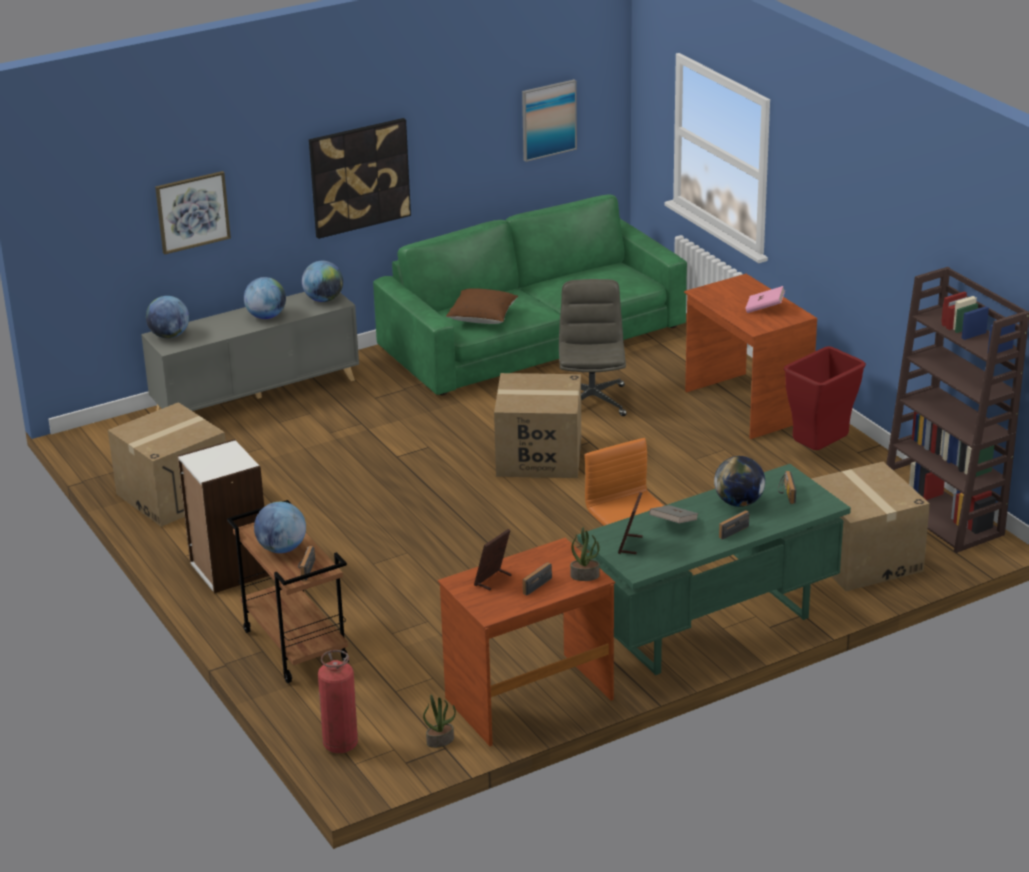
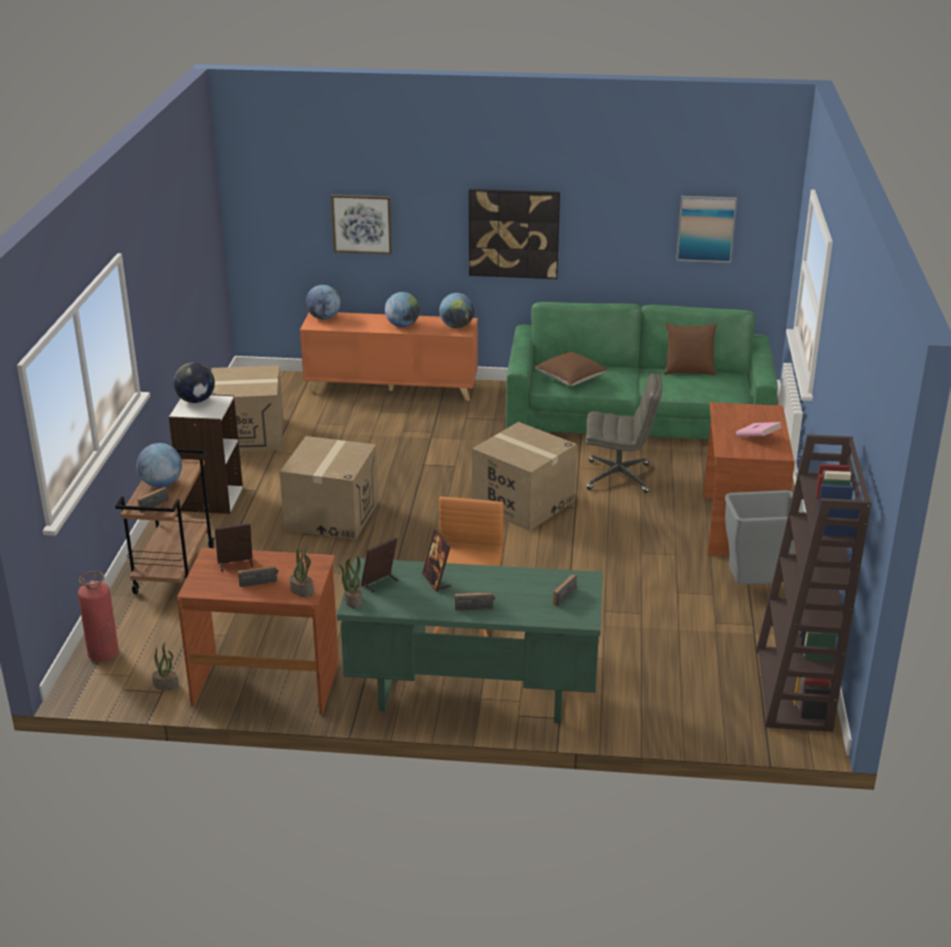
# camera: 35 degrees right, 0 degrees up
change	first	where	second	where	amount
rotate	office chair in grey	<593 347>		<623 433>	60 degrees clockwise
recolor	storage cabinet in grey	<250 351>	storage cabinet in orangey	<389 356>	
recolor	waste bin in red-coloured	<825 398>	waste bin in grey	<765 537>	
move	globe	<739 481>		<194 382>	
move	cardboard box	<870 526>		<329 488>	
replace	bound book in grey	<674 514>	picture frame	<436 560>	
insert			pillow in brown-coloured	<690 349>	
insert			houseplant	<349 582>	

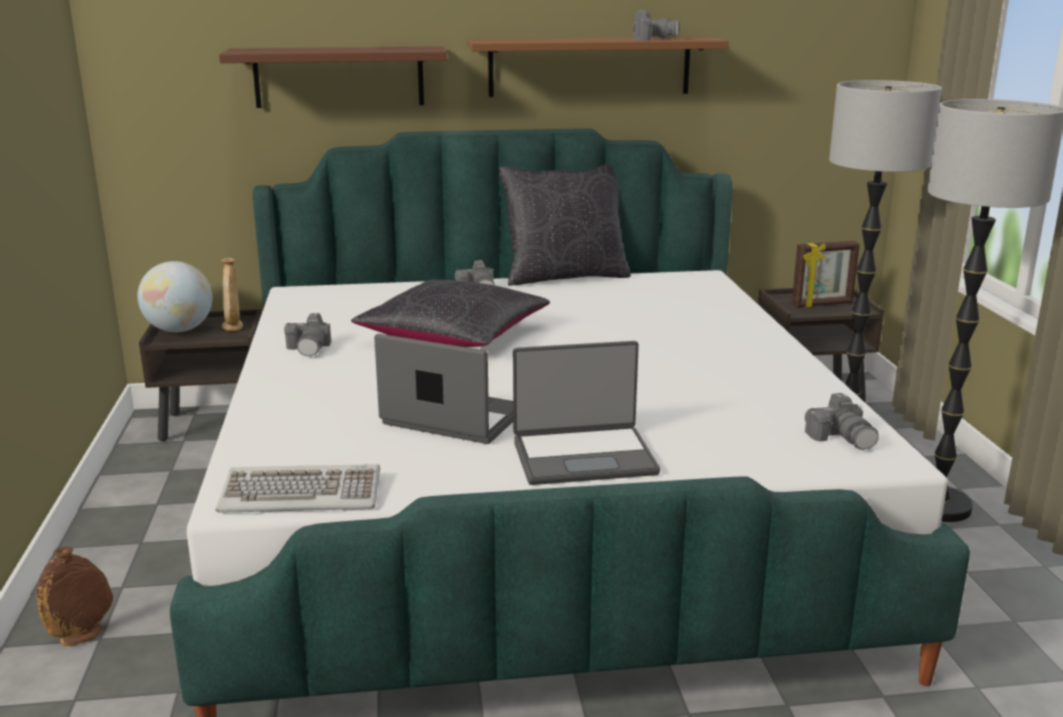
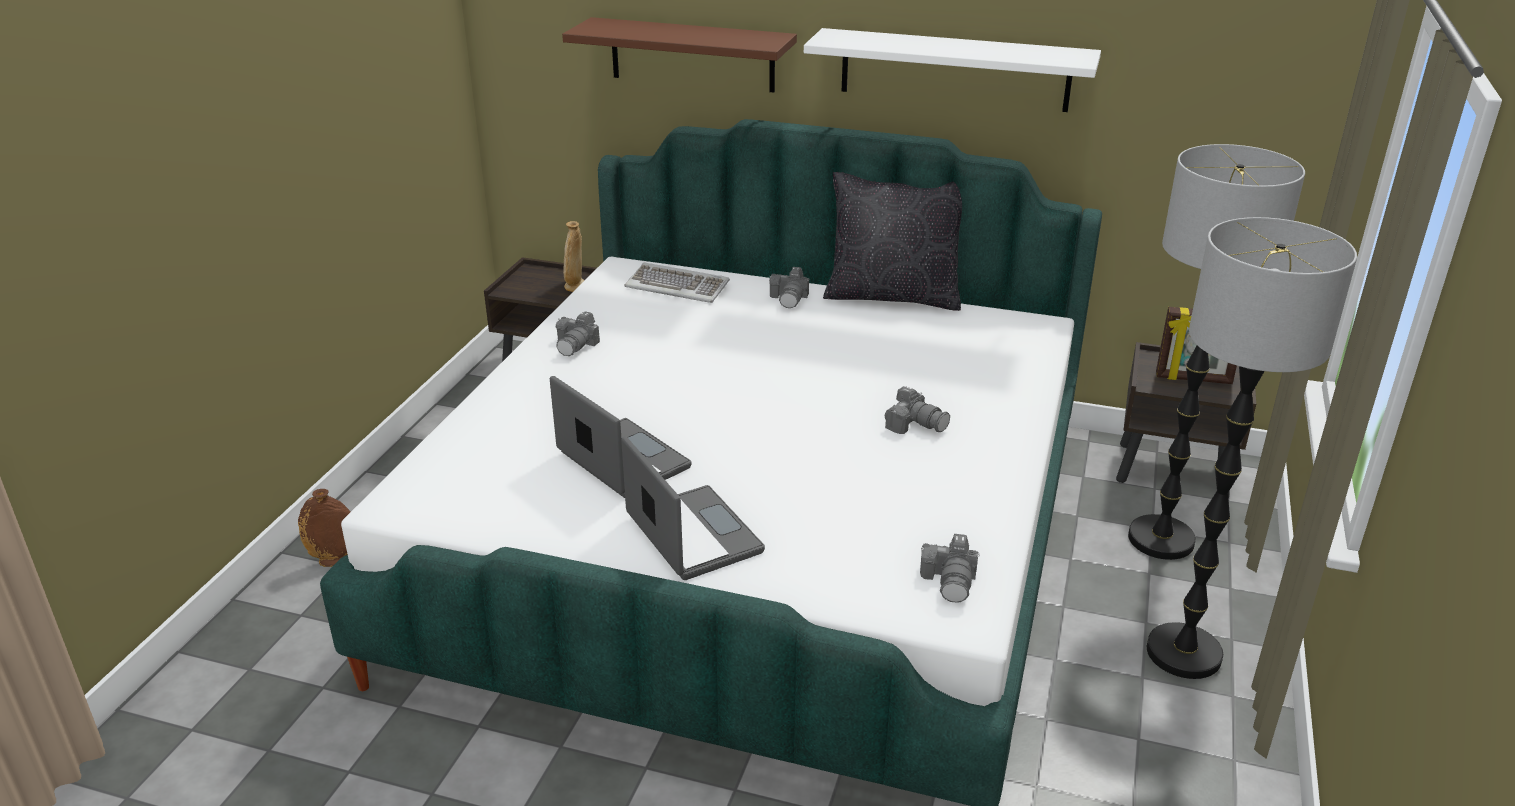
# camera: 25 degrees right, 10 degrees up
change	first	where	second	where	amount
move	still camera	<655 25>		<917 410>	
recolor	wall shelf in brown-coloured	<598 67>	wall shelf in white	<952 70>	
delete	globe	<174 296>			
delete	pillow in black	<450 313>			
rotate	notebook computer	<586 413>		<693 508>	135 degrees counterclockwise
move	PC keyboard	<298 488>		<677 282>	

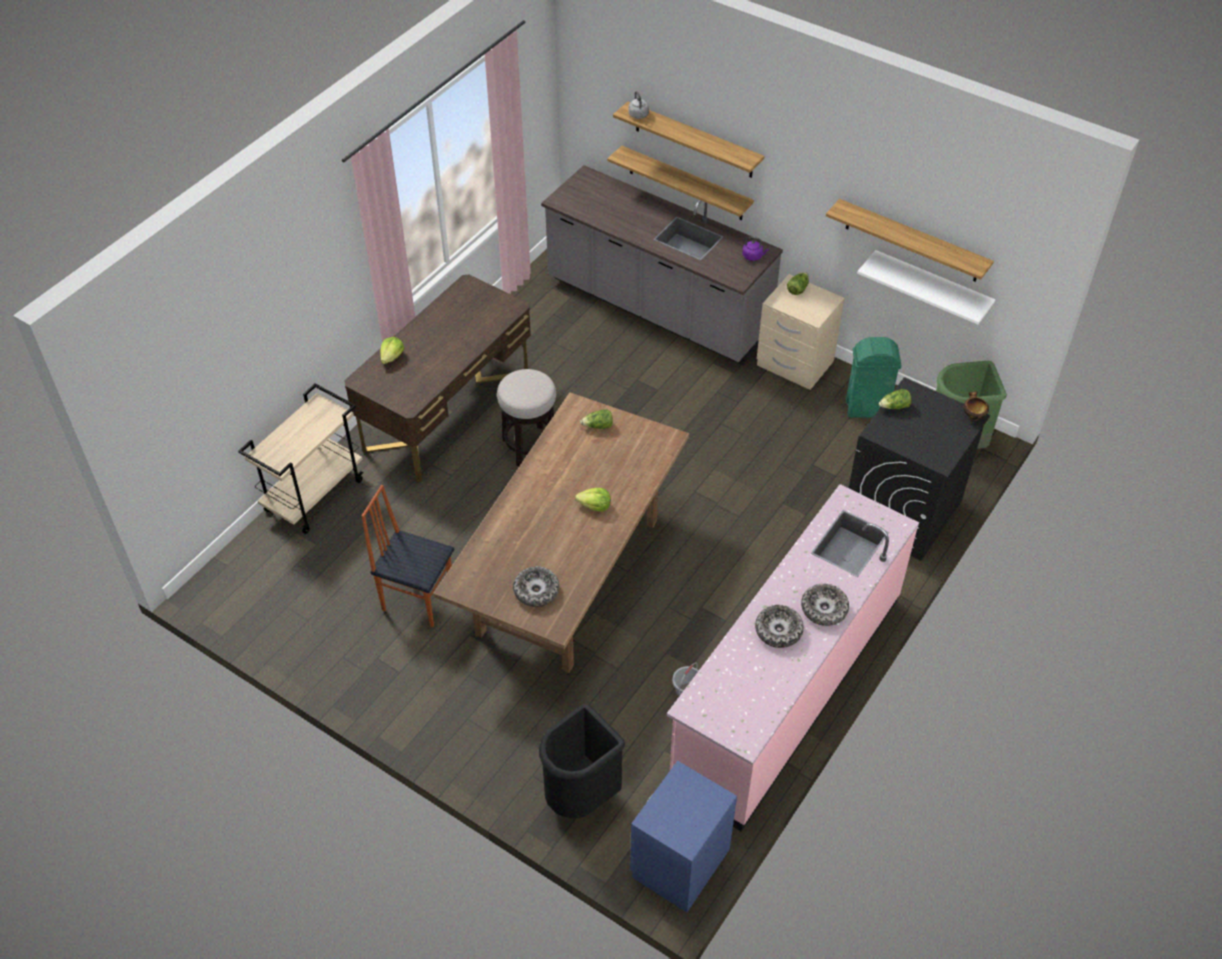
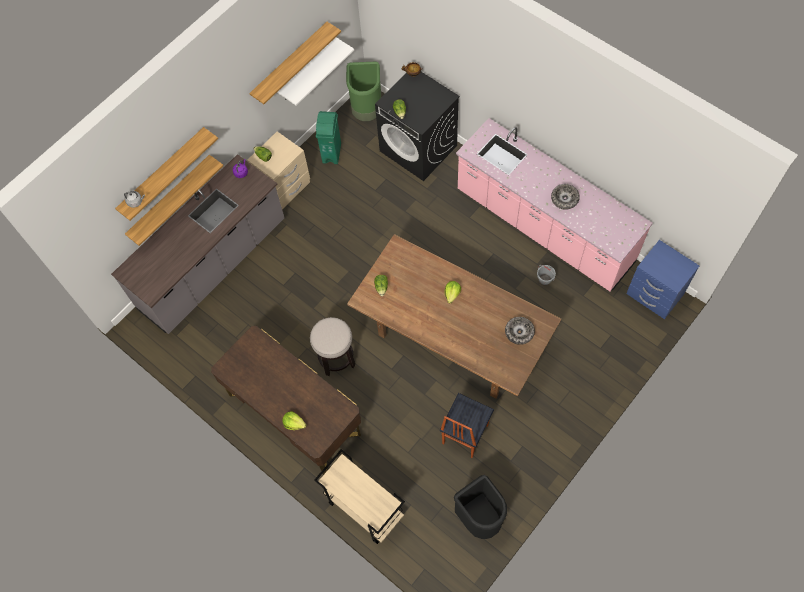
# camera: 80 degrees left, 15 degrees up
change	first	where	second	where	amount
delete	bowl	<825 605>			
move	waste bin in black	<582 761>		<480 507>	

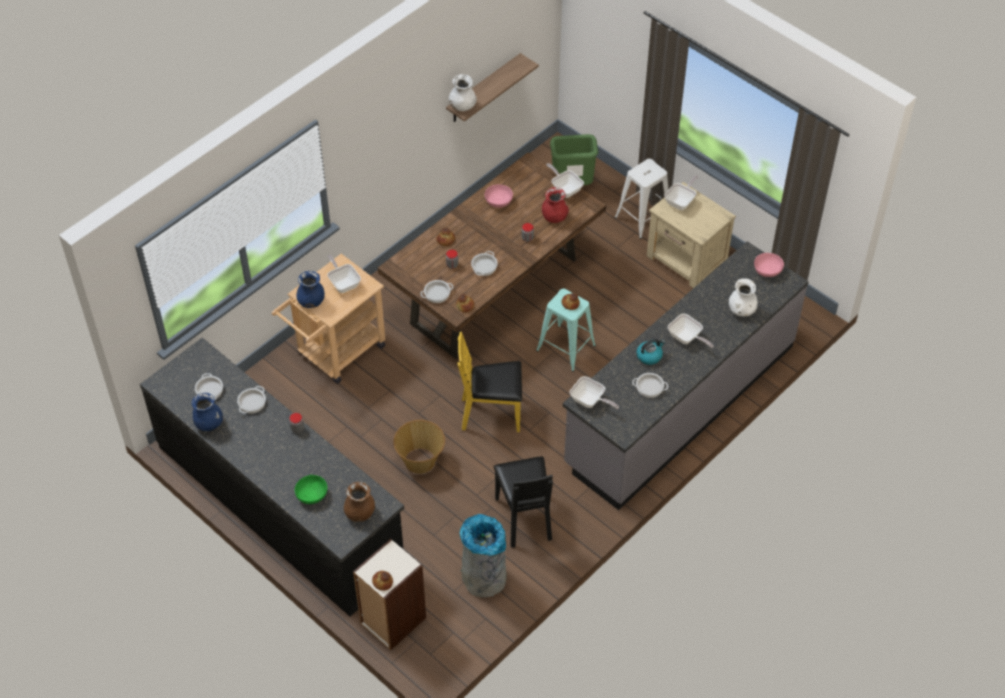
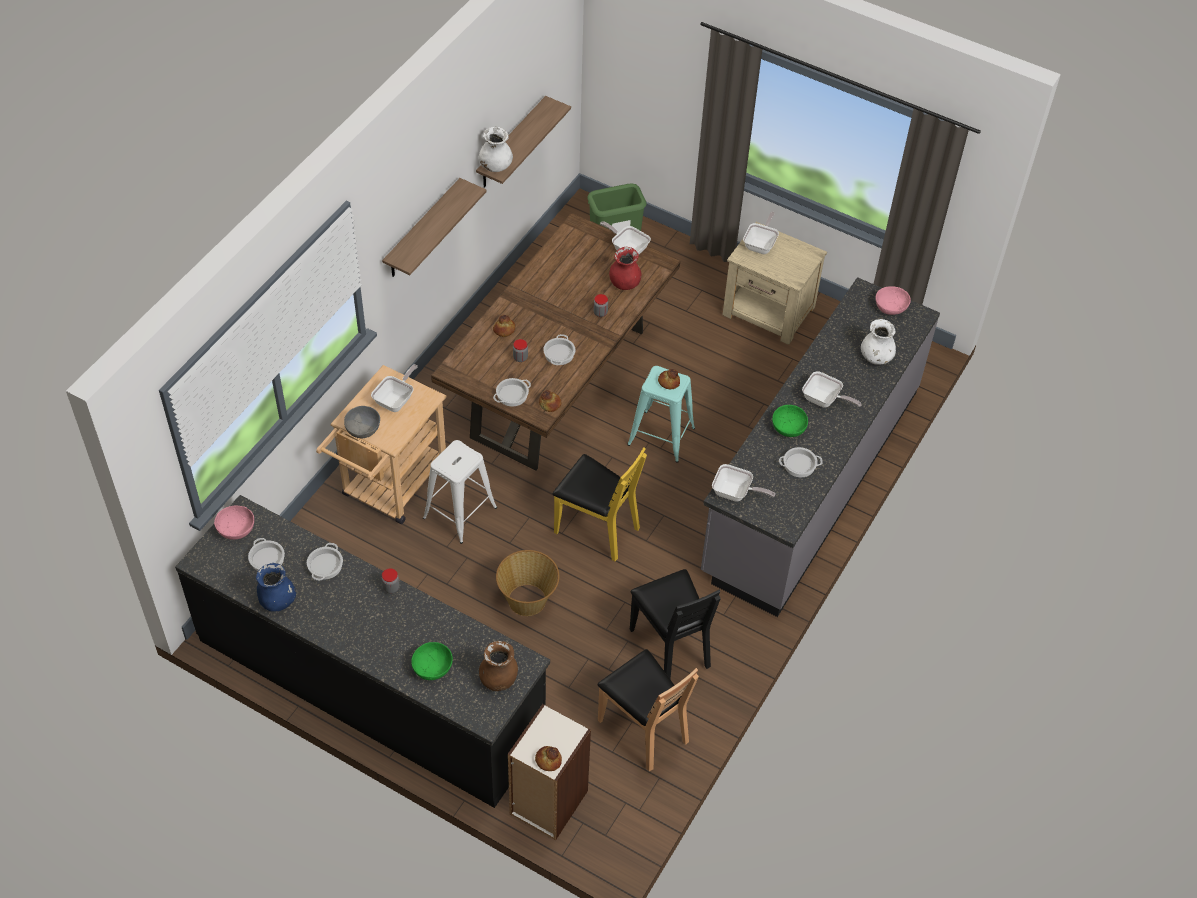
# camera: 15 degrees left, 0 degrees up
change	first	where	second	where	amount
move	stool seat in white	<641 199>		<460 492>	
move	bowl in pink-coloured	<499 196>		<234 523>	
rotate	pan	<344 273>		<394 388>	75 degrees clockwise
replace	flower vase in blue-coloured	<310 289>	bowl in grey	<362 422>	
rotate	plain chair in yellowish	<489 382>		<599 504>	135 degrees counterclockwise
replace	tea kettle	<650 352>	bowl in green	<790 421>	
replace	waste bin in grey	<483 555>	plain chair in brown-coloured	<648 710>	
insert			wall shelf	<434 227>	

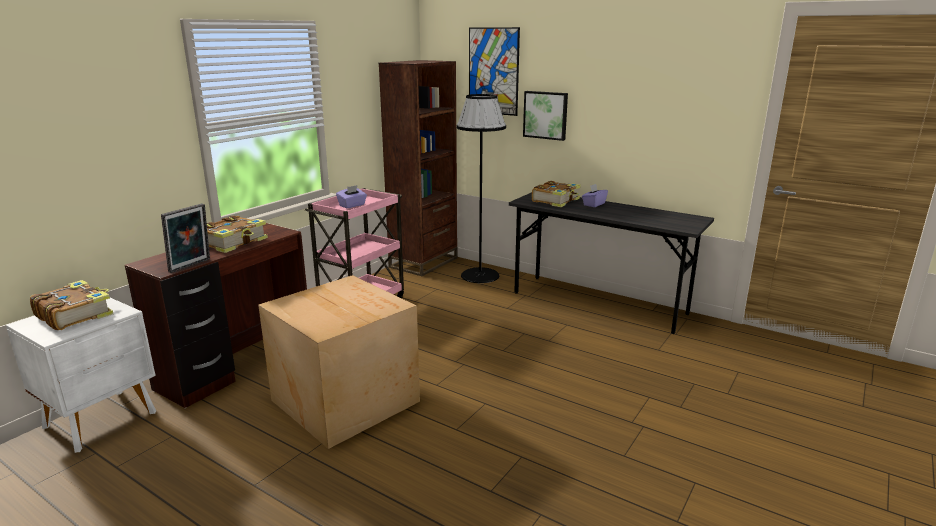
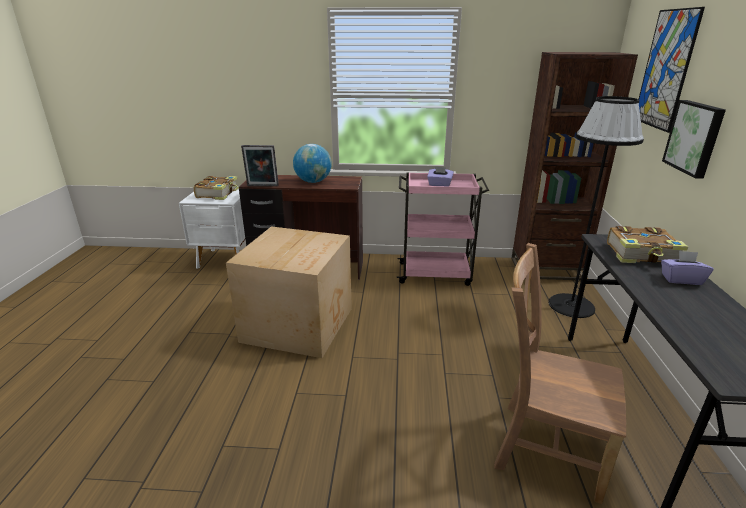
# camera: 60 degrees right, 5 degrees up
change	first	where	second	where	amount
replace	bound book	<237 234>	globe	<312 163>	
insert			plain chair in brown-coloured	<560 373>	

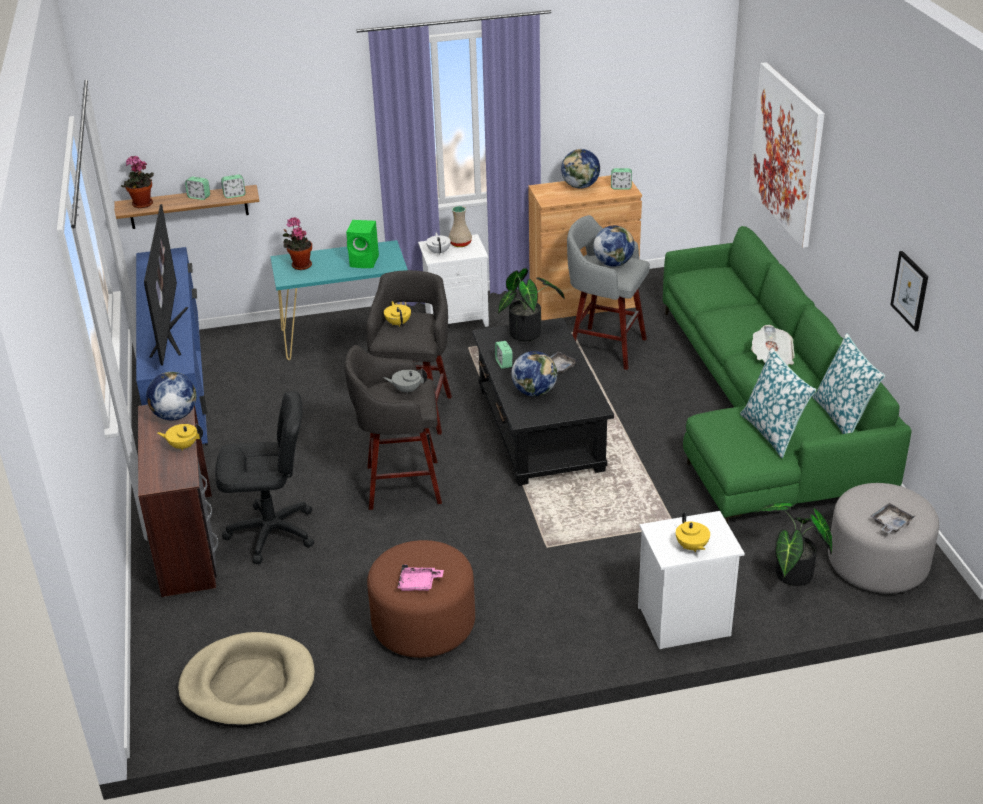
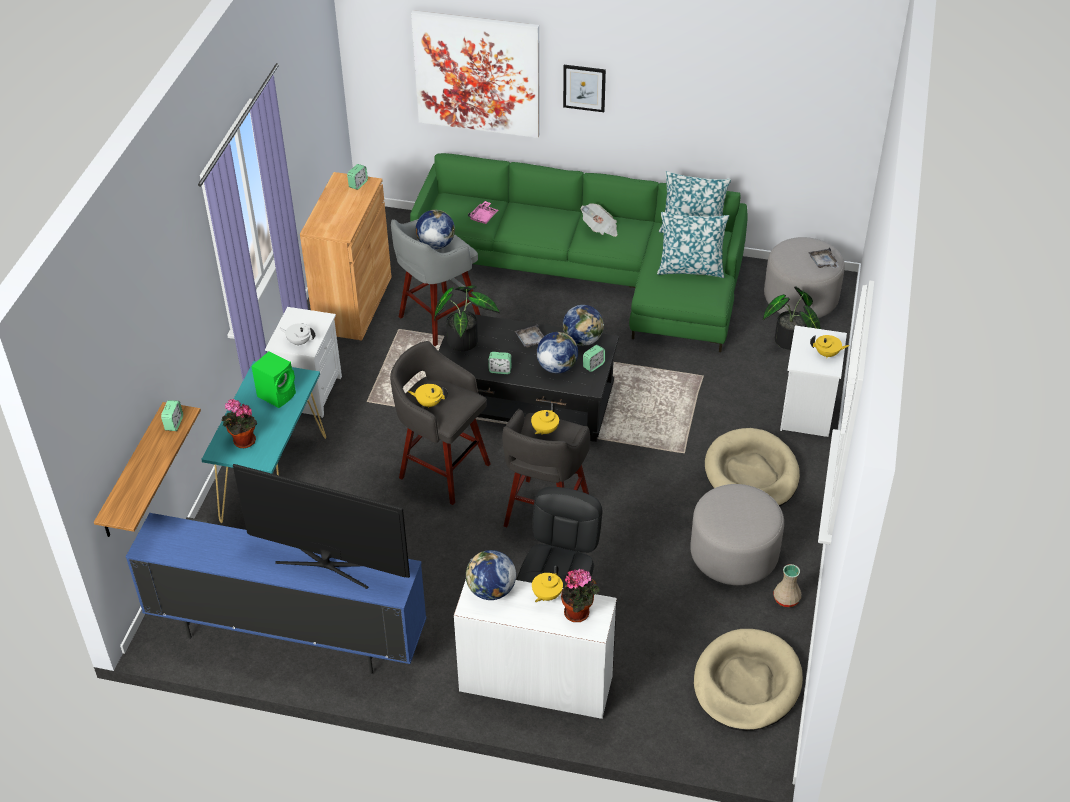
# camera: 65 degrees left, 10 degrees up
change	first	where	second	where	amount
move	globe	<580 169>		<583 325>	
move	houseplant	<137 182>		<580 595>	
move	table clock	<197 188>		<594 358>	
move	flower vase in sand-coloured	<460 226>		<787 585>	
move	wall art	<909 291>		<584 88>	
recolor	teapot in grey	<405 381>	teapot in yellowish	<545 419>	
recolor	desk in brown-coloured	<178 501>	desk in white	<535 649>	
recolor	ottoman in brown-coloured	<421 599>	ottoman in grey	<737 534>	
move	tray in pink-coloured	<420 578>		<483 212>	
insert			pet bed in sand-coloured	<752 467>	

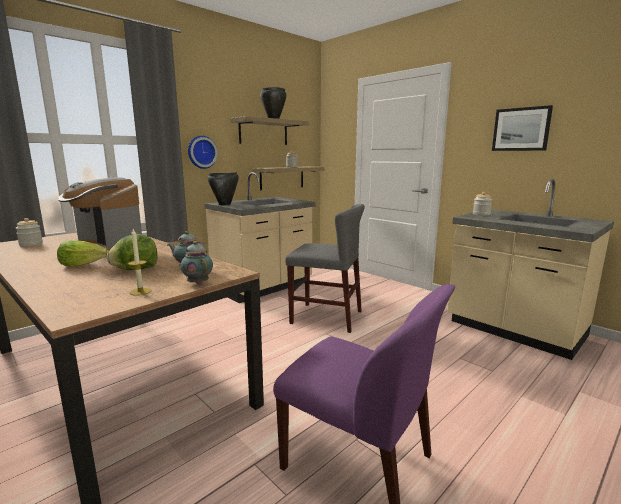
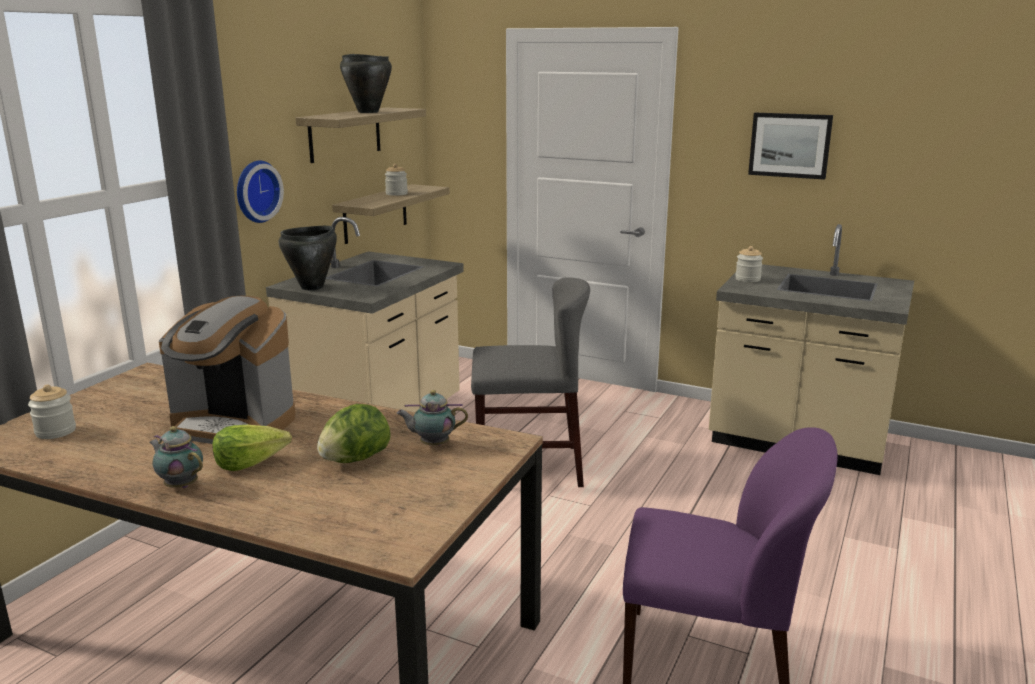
# camera: 20 degrees left, 5 degrees up
change	first	where	second	where	amount
delete	wax light	<140 262>			
move	teapot	<196 263>		<176 457>	

